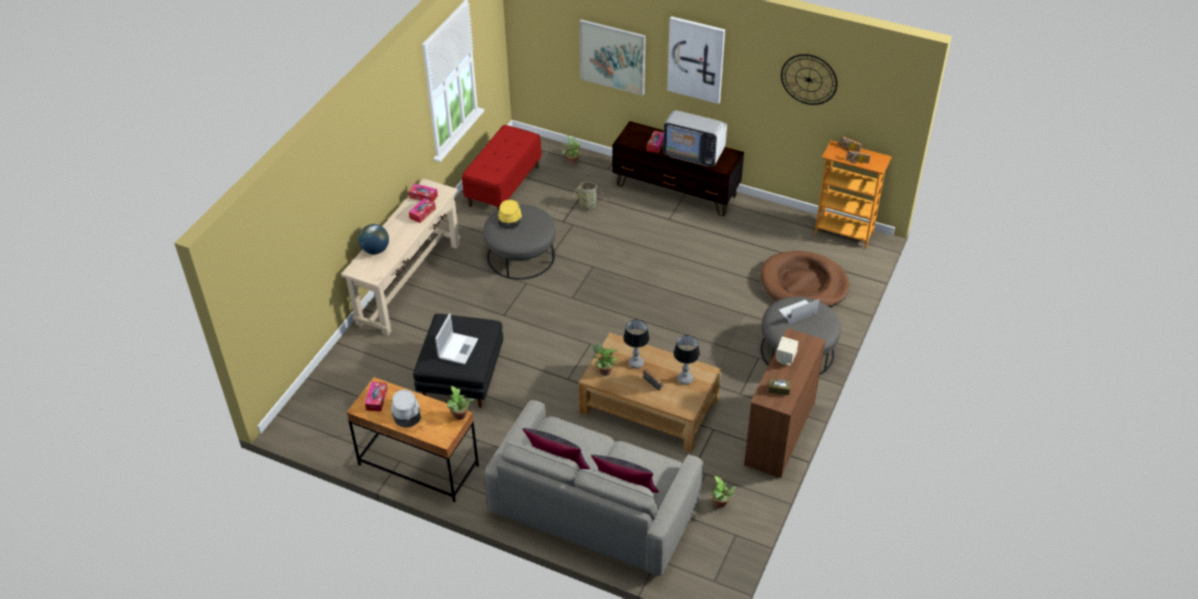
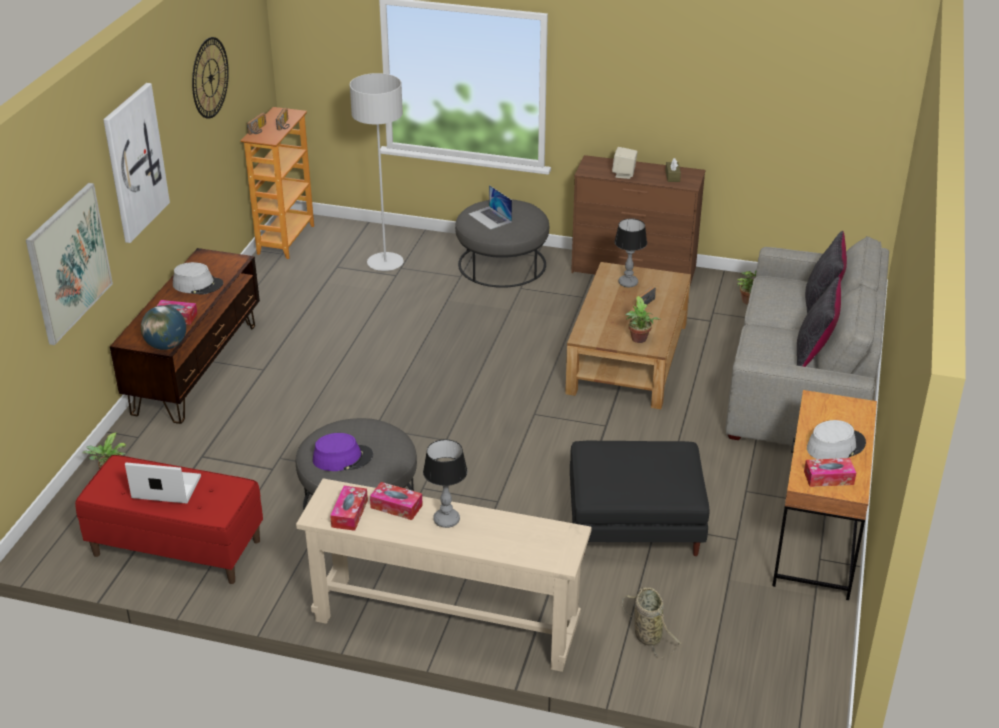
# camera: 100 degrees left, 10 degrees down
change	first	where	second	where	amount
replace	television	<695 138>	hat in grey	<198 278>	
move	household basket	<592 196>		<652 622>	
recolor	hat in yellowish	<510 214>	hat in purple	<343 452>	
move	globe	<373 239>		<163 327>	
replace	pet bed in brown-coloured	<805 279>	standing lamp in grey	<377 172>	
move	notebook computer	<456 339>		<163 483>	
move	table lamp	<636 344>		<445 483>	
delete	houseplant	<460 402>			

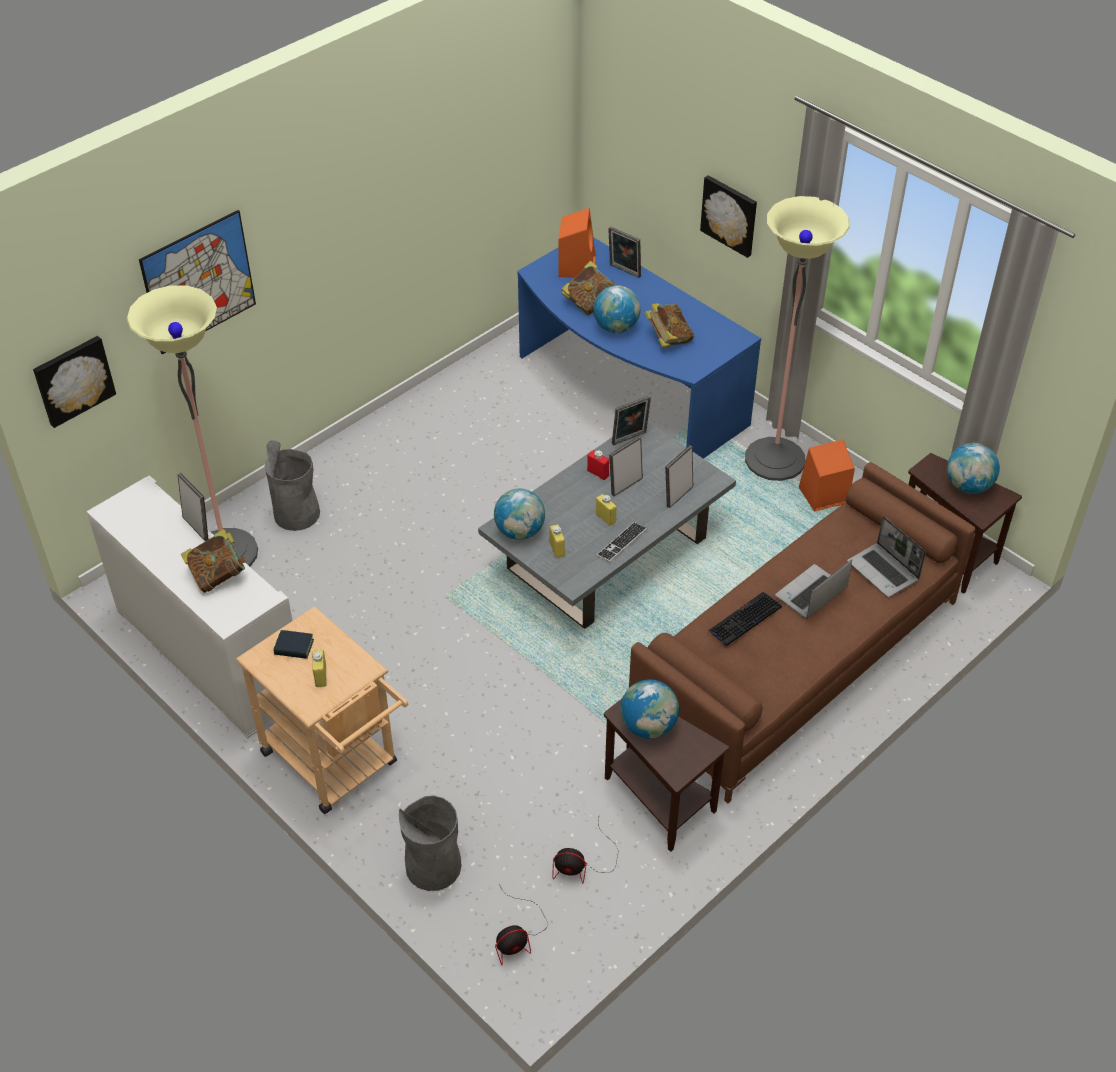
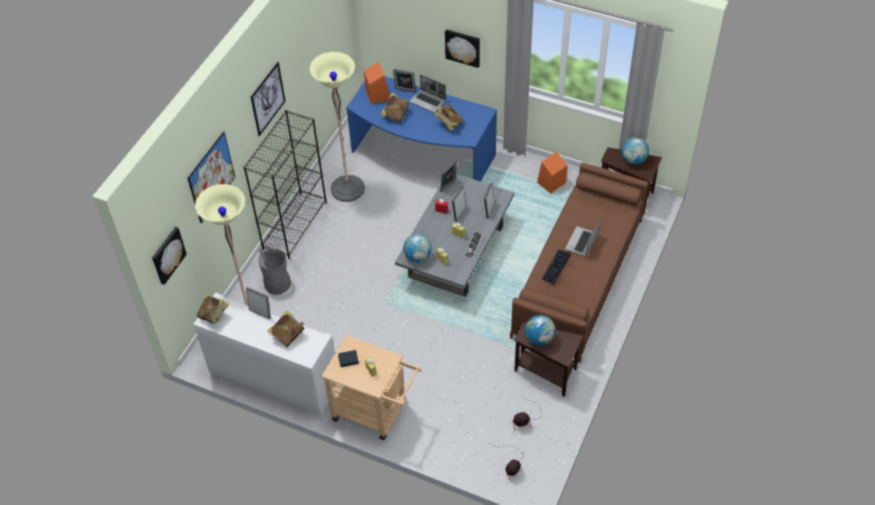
# camera: 20 degrees left, 5 degrees up
change	first	where	second	where	amount
move	standing lamp	<797 338>		<337 127>	
delete	globe	<617 309>			
move	notebook computer	<886 556>		<428 93>	
delete	waste bin in grey	<430 843>			
insert			wall art	<268 99>	
insert			bookcase in black	<285 184>	
insert			bound book	<213 309>	

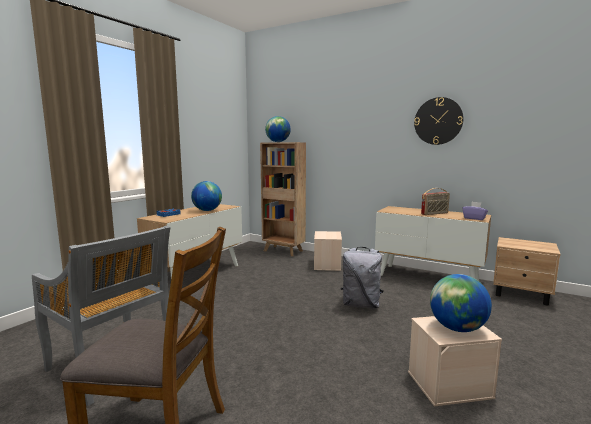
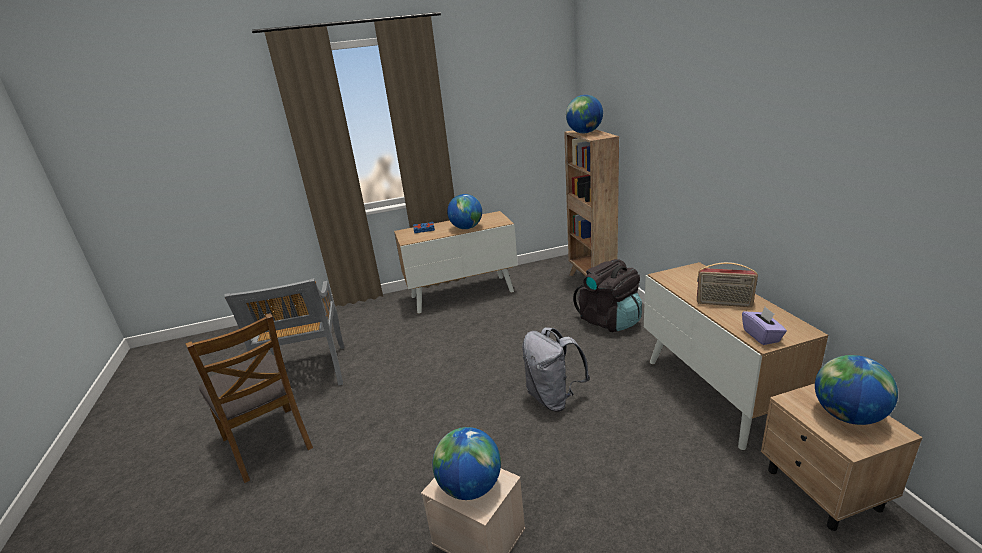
# camera: 45 degrees right, 15 degrees up
change	first	where	second	where	amount
delete	clock on the wall	<439 121>			
replace	storage bin in sand-coloured	<328 251>	knapsack in black	<607 295>	
insert			globe	<856 390>	

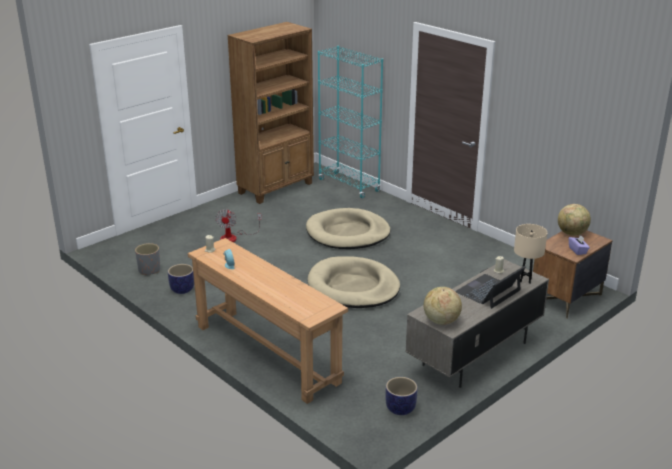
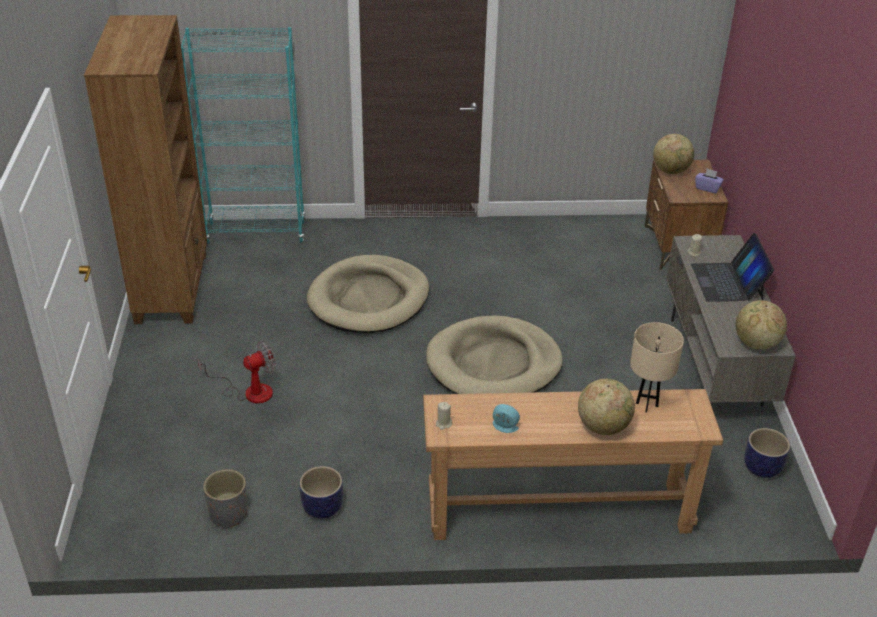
# camera: 50 degrees left, 10 degrees up
change	first	where	second	where	amount
rotate	fan	<238 225>		<236 372>	75 degrees counterclockwise
move	table lamp in sand-coloured	<531 254>		<657 367>	
insert			globe	<606 407>	

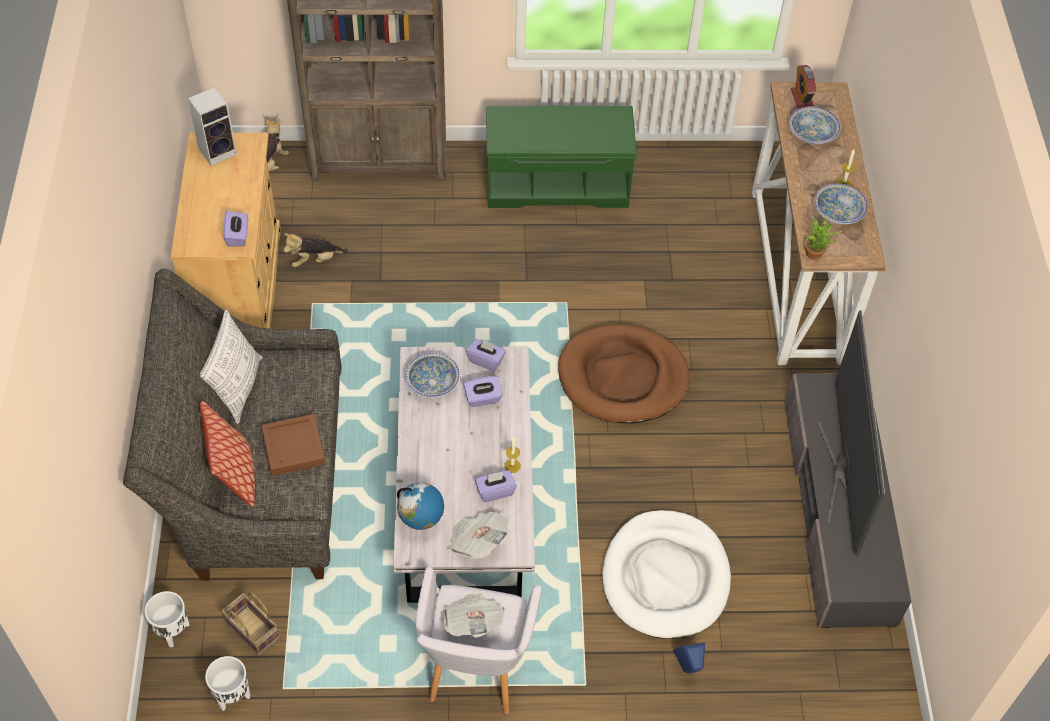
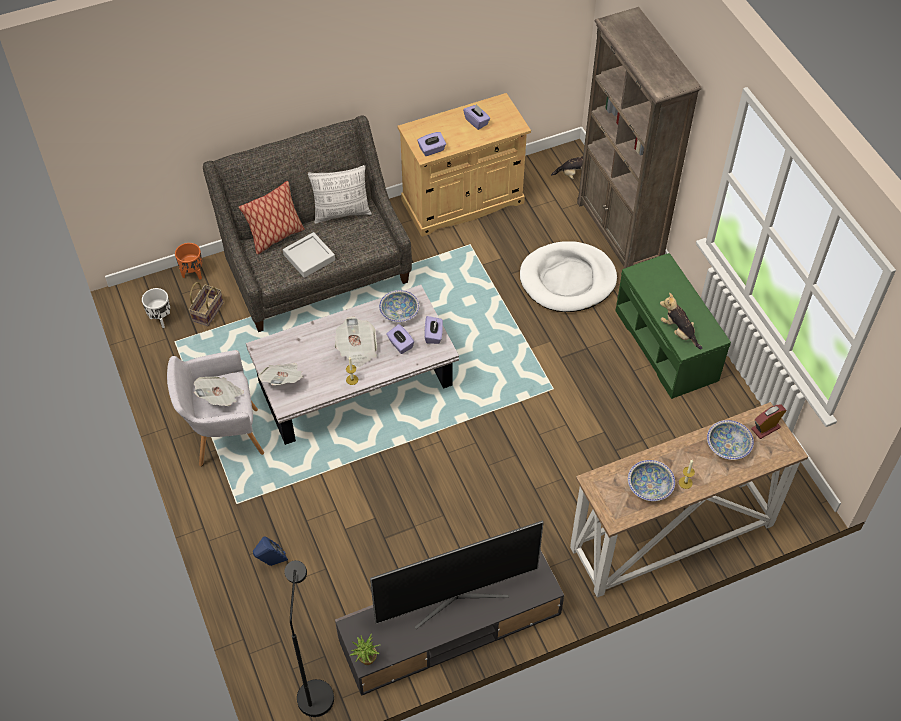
# camera: 70 degrees right, 0 degrees up
change	first	where	second	where	amount
delete	speaker	<212 126>			
move	houseplant	<823 237>		<365 649>	
move	cuddly toy	<315 250>		<681 321>	
delete	pet bed in brown-coloured	<624 373>			
recolor	tray in brown-coloured	<293 445>	tray in grey	<309 255>	
move	tissue holder in purple	<496 486>		<476 117>	
delete	globe	<420 506>			
move	pet bed in white	<666 574>		<568 276>	
recolor	plant pot in white	<167 619>	plant pot in orangey	<188 261>	
insert			printed paper	<356 342>	
insert			standing lamp in black	<309 638>	

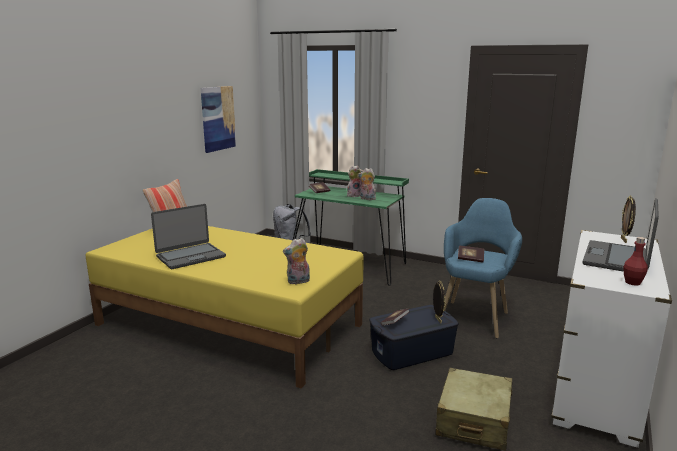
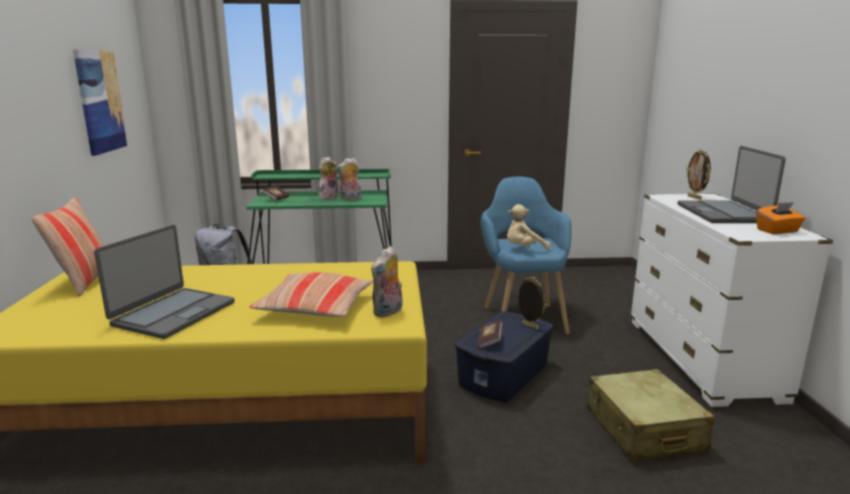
# camera: 30 degrees left, 0 degrees up
change	first	where	second	where	amount
replace	bottle in red-coloured	<636 261>	tissue holder in orangey	<780 218>	
replace	bound book	<471 254>	cuddly toy in sand-coloured	<529 227>	
insert			pillow	<312 294>	

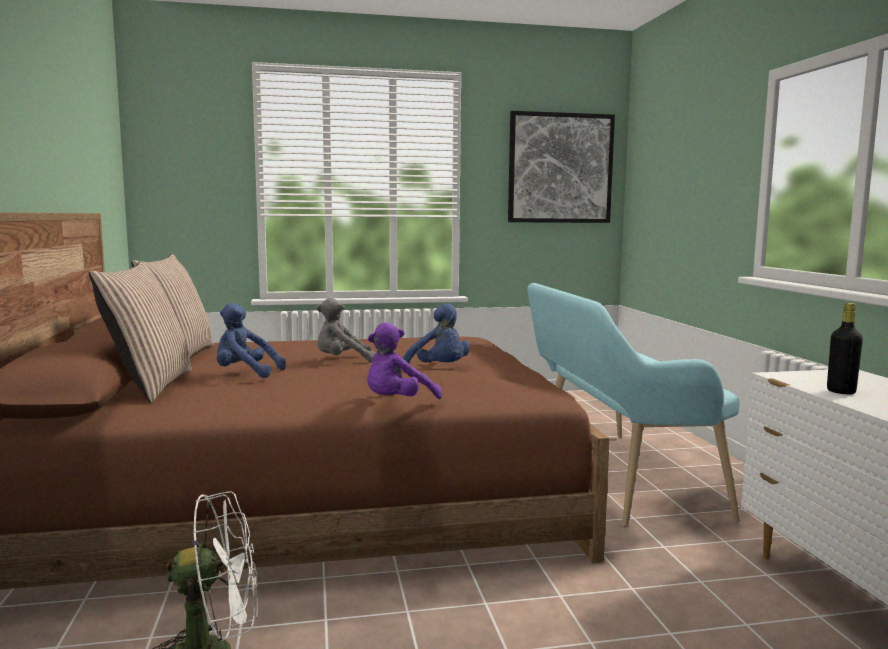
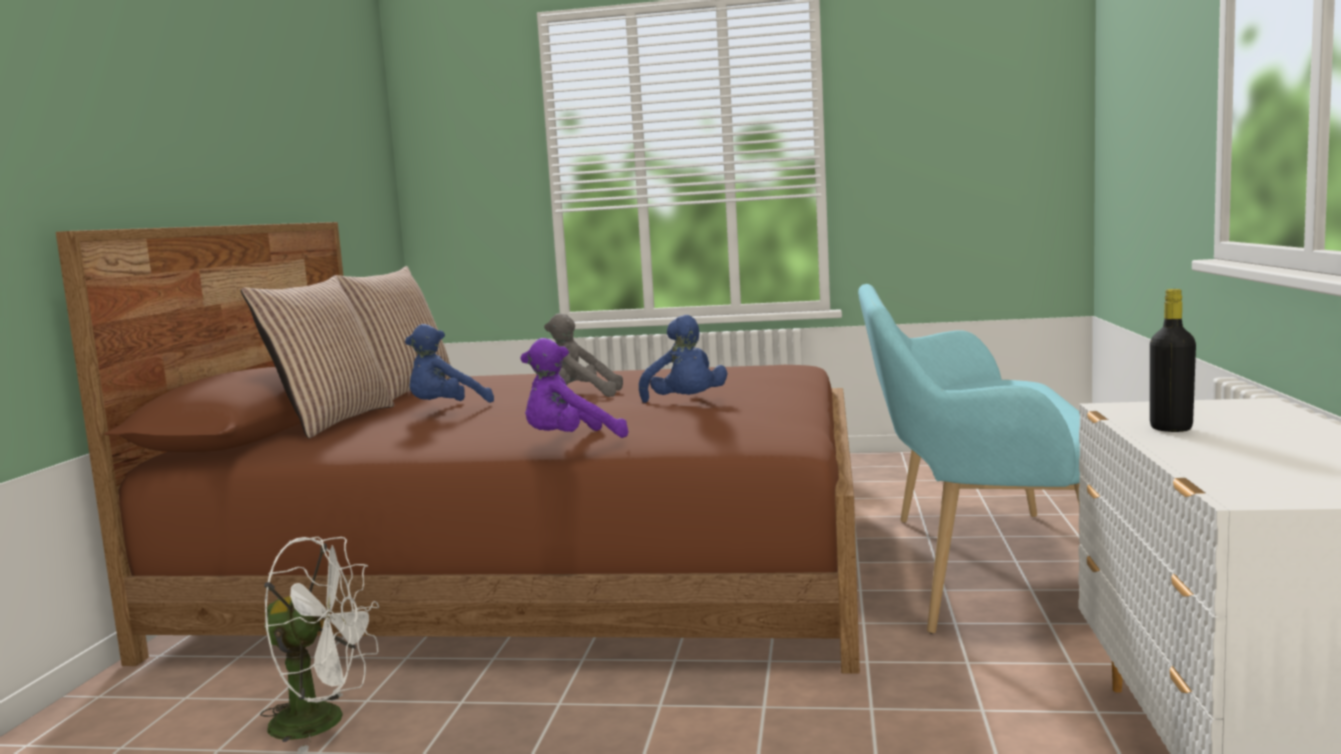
# camera: 20 degrees right, 0 degrees up
change	first	where	second	where	amount
delete	wall art	<561 167>			
rotate	cuddly toy in blue-coloured	<251 340>		<449 363>	75 degrees counterclockwise

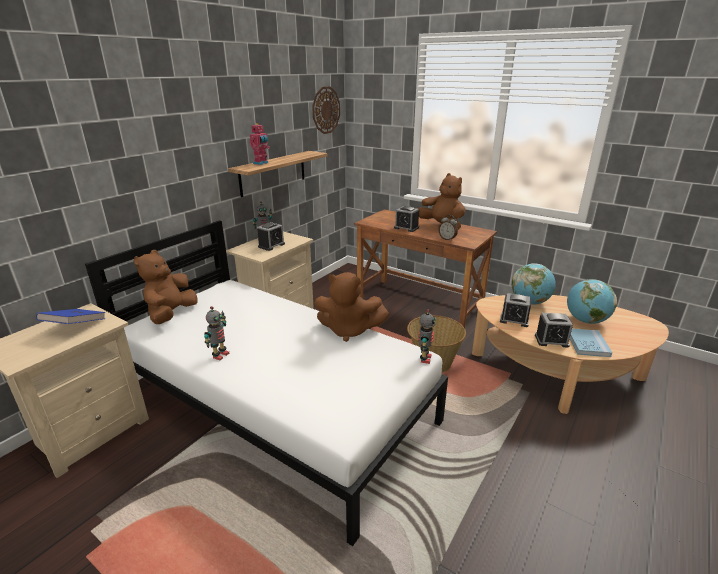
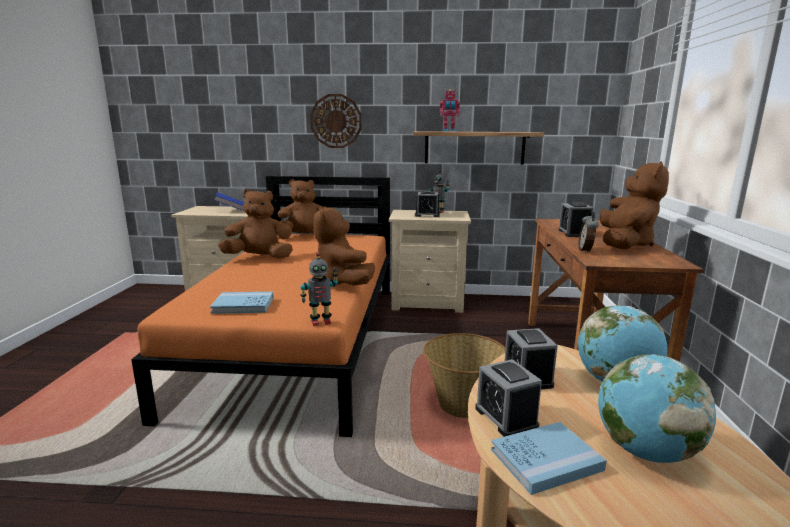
# camera: 60 degrees right, 10 degrees down
change	first	where	second	where	amount
move	clock on the wall	<326 110>		<336 121>	
recolor	bedroom bed in white	<266 383>	bedroom bed in orangey	<260 306>	
replace	model robot	<216 333>	cuddly toy in brown-coloured	<255 224>	
insert			bound book in blue-coloured	<242 303>	

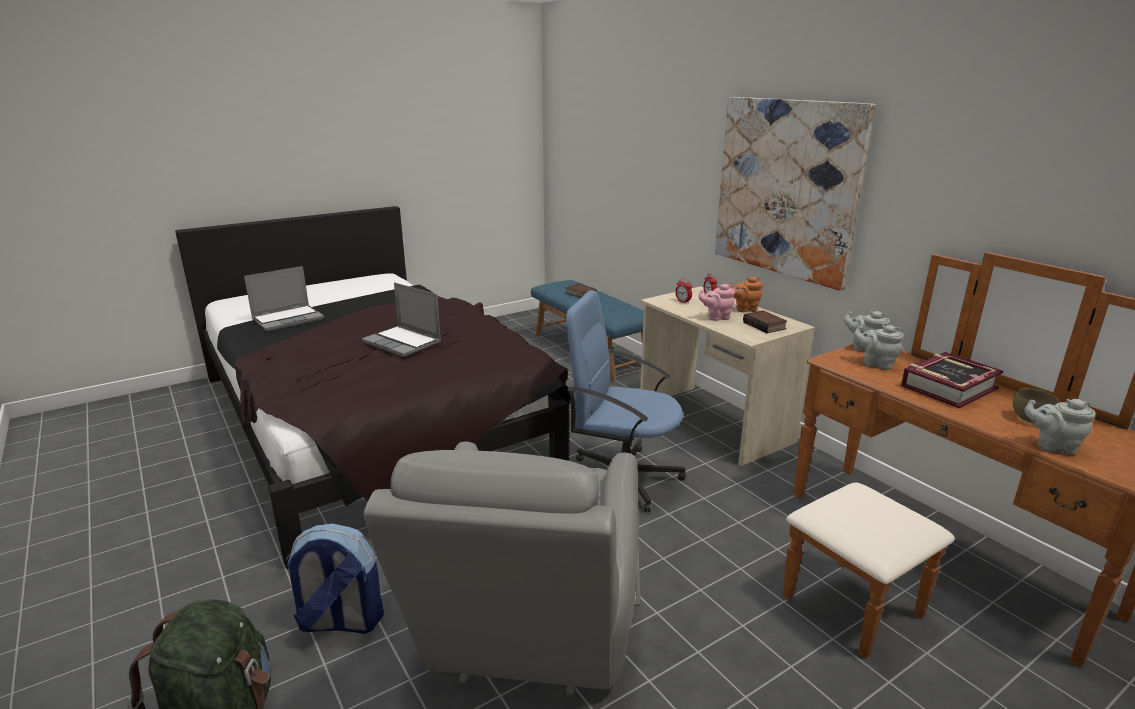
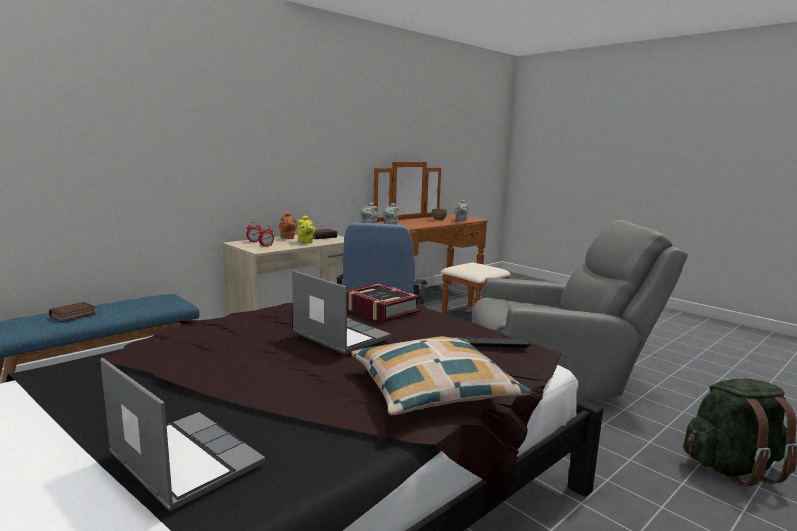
# camera: 100 degrees left, 10 degrees down
change	first	where	second	where	amount
delete	wall art	<795 194>			
rotate	notebook computer	<401 319>		<341 312>	75 degrees counterclockwise
recolor	teapot in pink-coloured	<717 302>	teapot in yellowish	<306 229>	
move	bound book	<952 380>		<384 302>	
delete	knapsack	<335 578>			
insert			pillow	<441 375>	
insert			PC keyboard	<490 343>	

